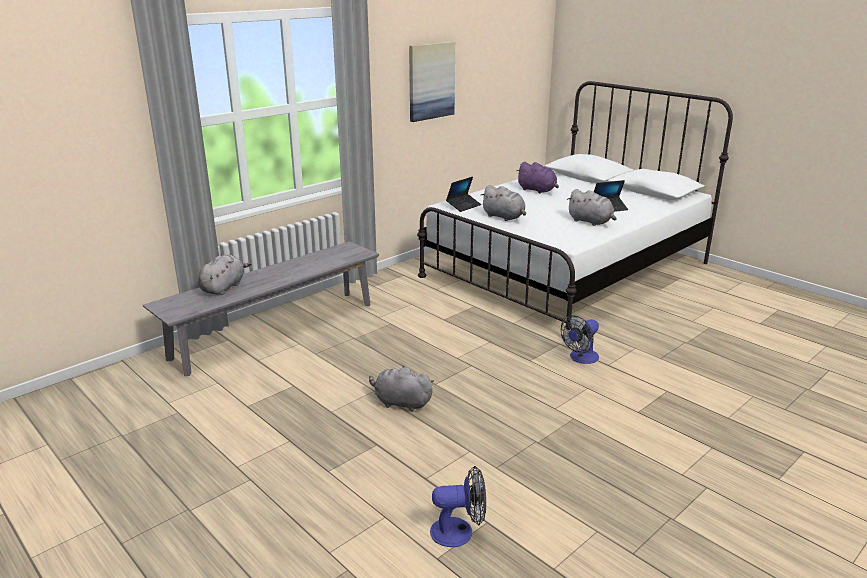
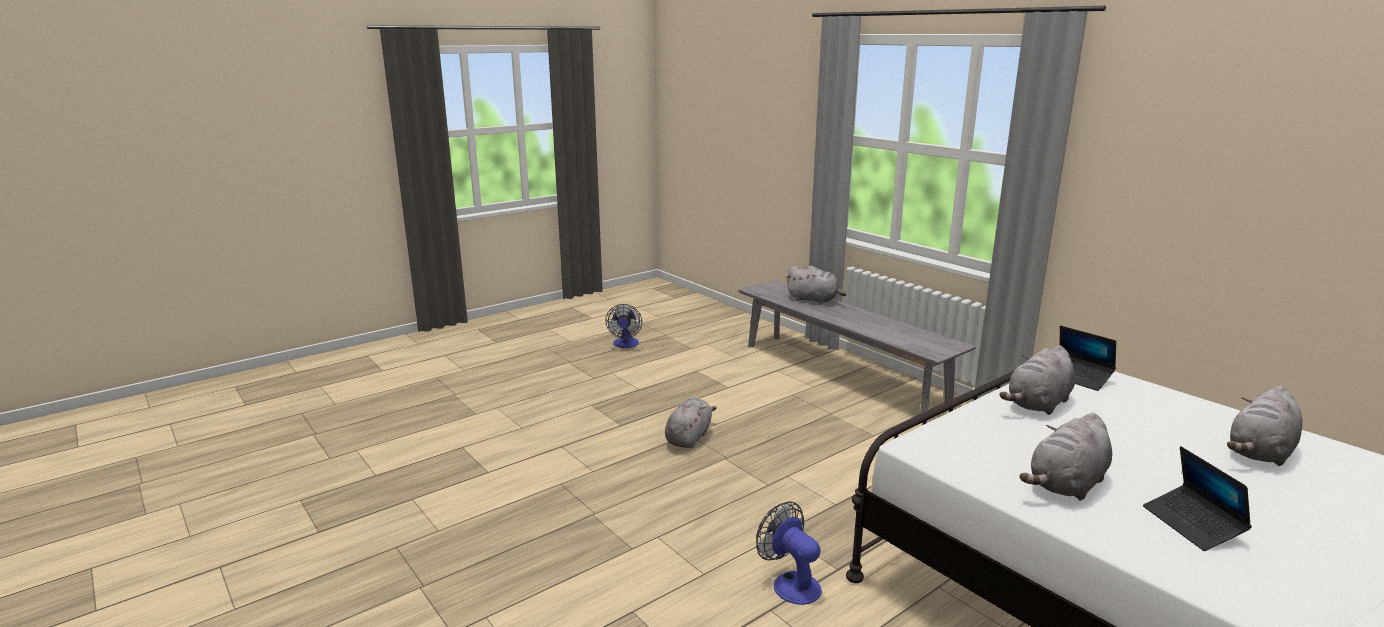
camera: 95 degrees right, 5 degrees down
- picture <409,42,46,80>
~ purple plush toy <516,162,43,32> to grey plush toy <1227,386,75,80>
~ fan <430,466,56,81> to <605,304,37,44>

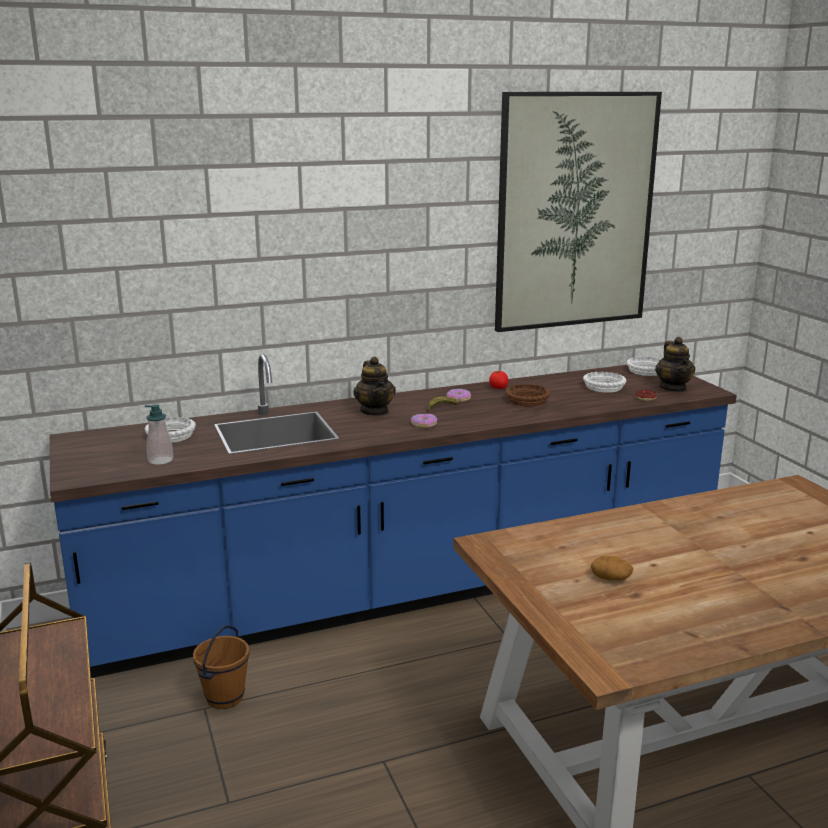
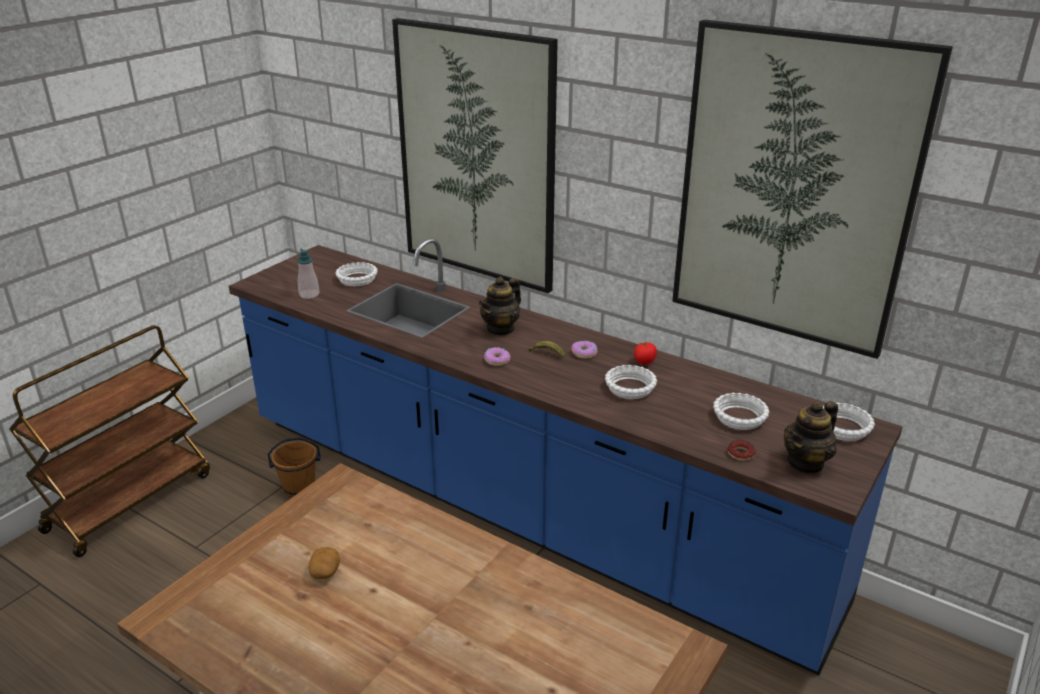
camera: 55 degrees right, 10 degrees up
~ brown bowl <505,384,45,23> to white bowl <605,365,52,34>
+ picture <392,18,166,275>

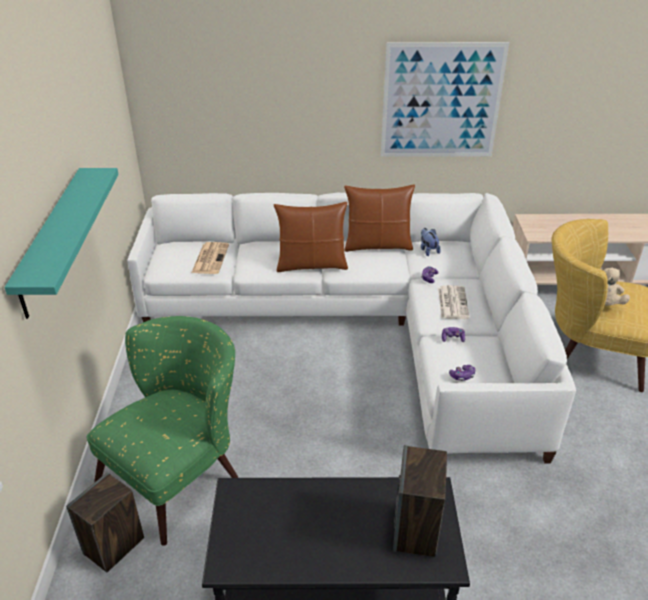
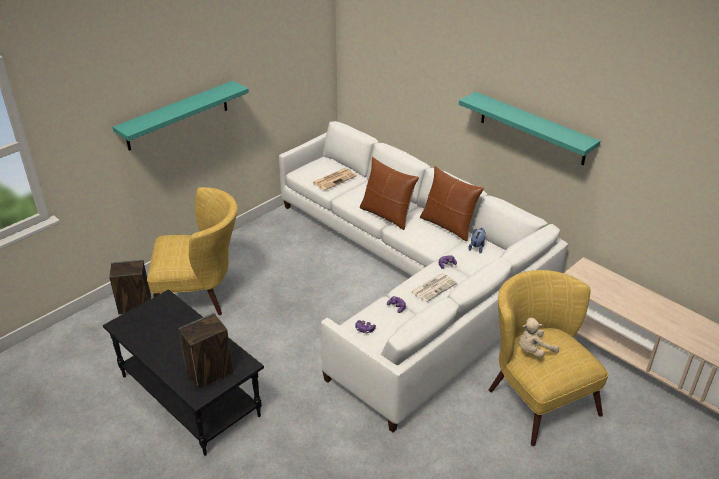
camera: 45 degrees right, 0 degrees up
~ picture <381,42,128,115> to turquoise shelf <459,92,141,73>
~ green armchair <86,316,152,230> to yellow armchair <147,187,91,128>

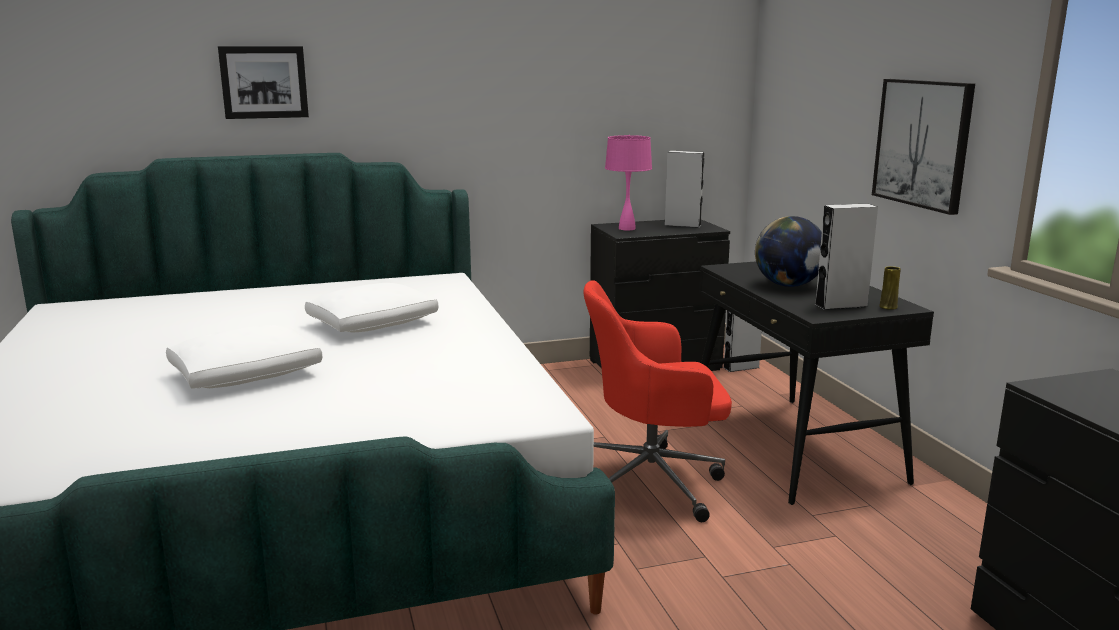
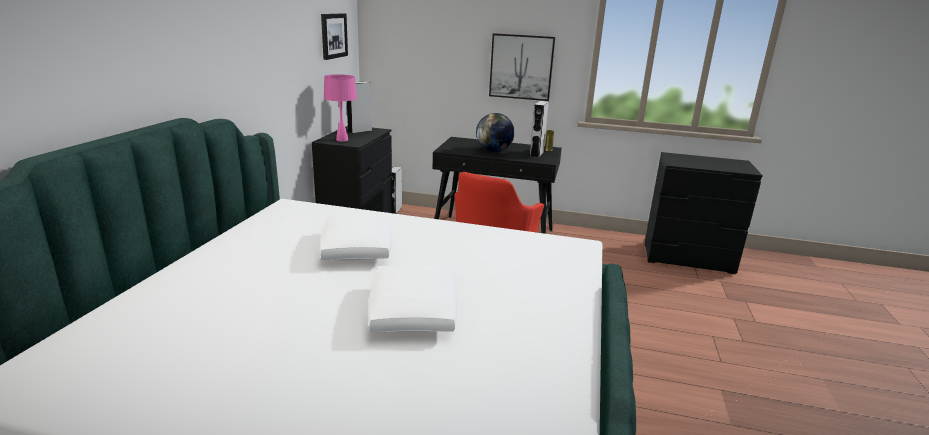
camera: 60 degrees left, 5 degrees up
~ picture <218,46,91,73> to <321,13,27,47>

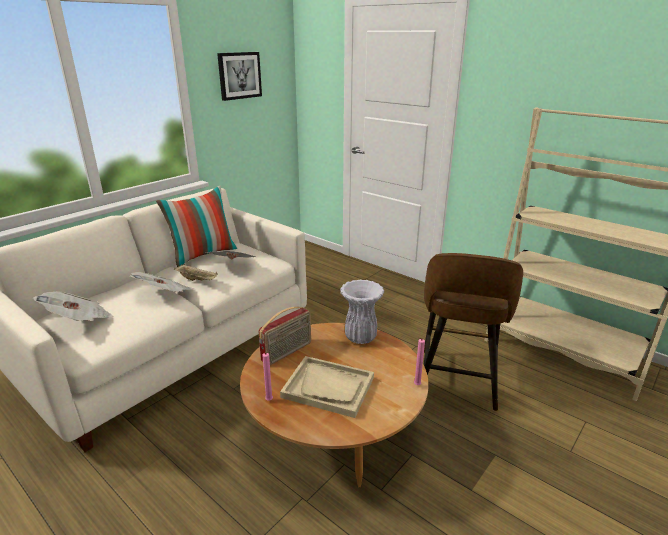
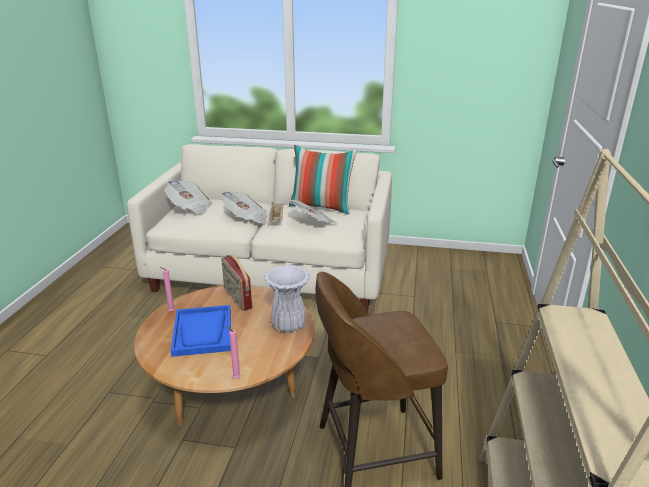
camera: 60 degrees right, 0 degrees up
- picture <217,52,45,49>
~ radio <258,307,53,58> = <221,255,31,56> 45 degrees clockwise
~ beige tray <280,356,94,62> to blue tray <171,305,60,52>

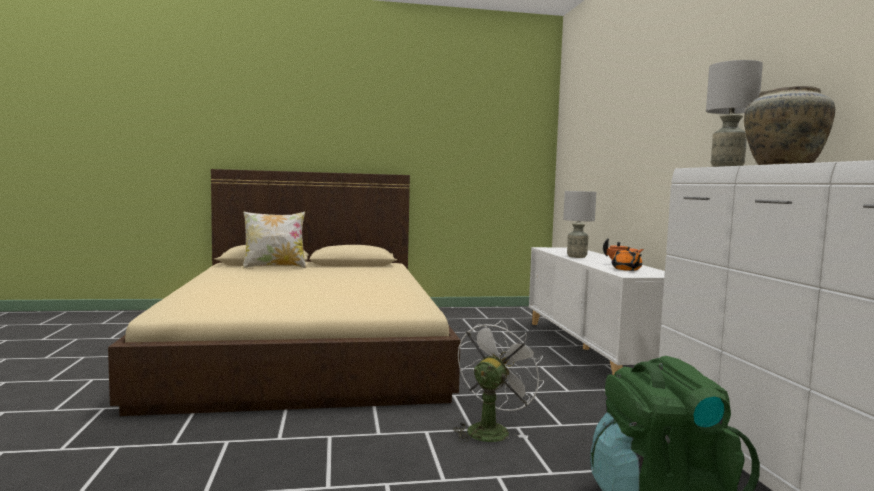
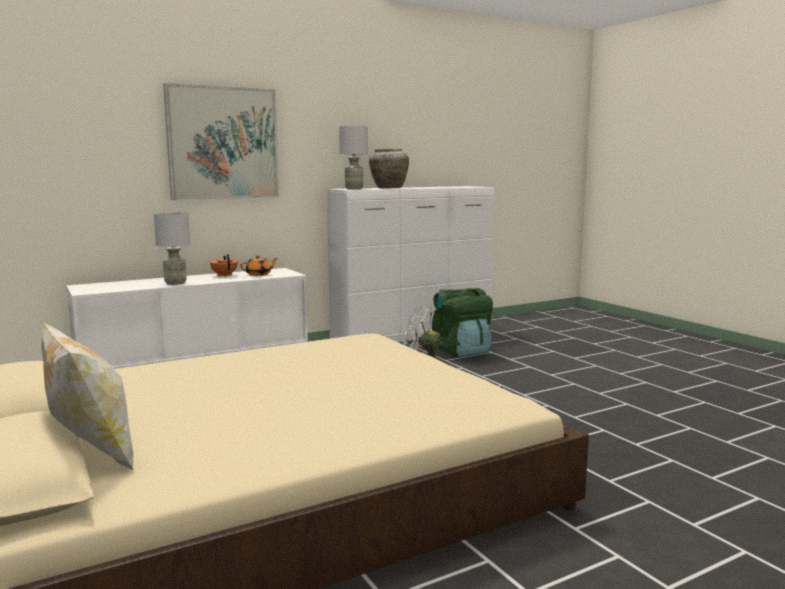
camera: 110 degrees left, 5 degrees up
+ picture <163,83,116,117>

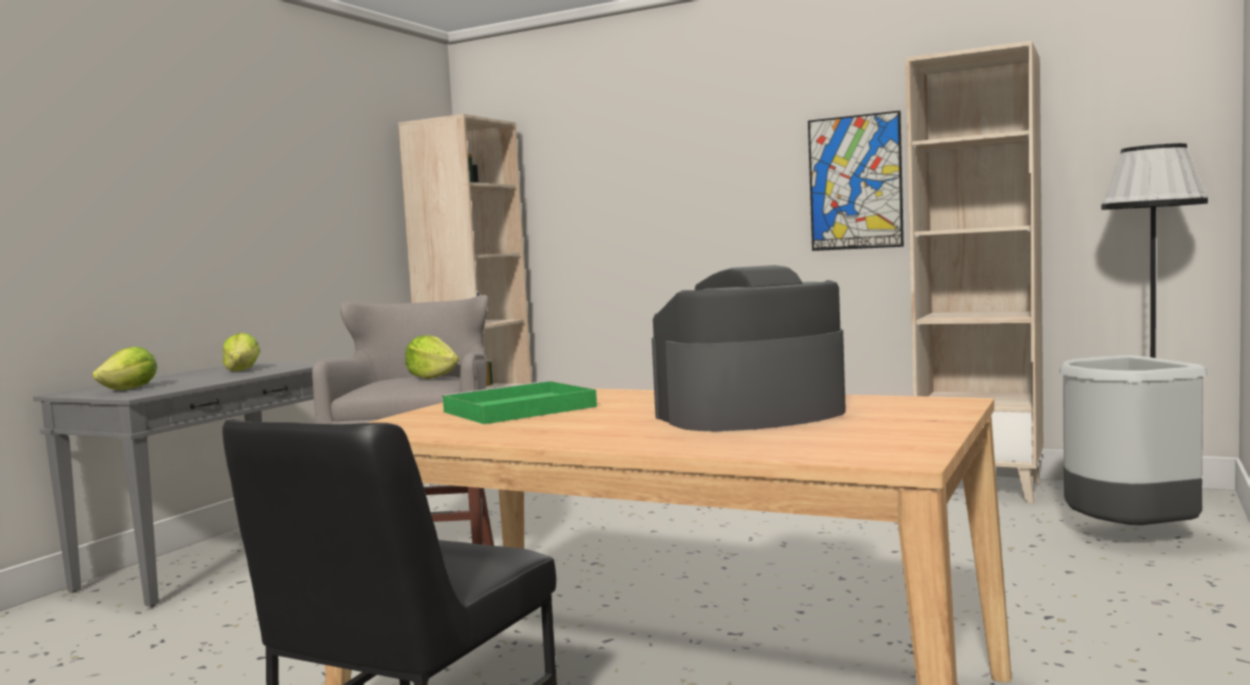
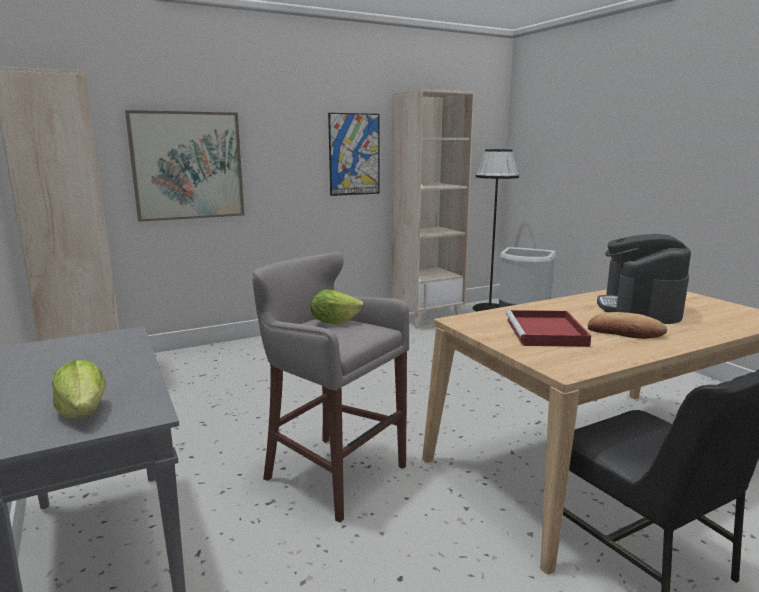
camera: 55 degrees left, 10 degrees up
- lettuce <223,333,37,39>
~ green tray <442,381,155,43> to red tray <506,310,85,37>
+ picture <125,110,119,112>
+ bread <588,312,80,27>

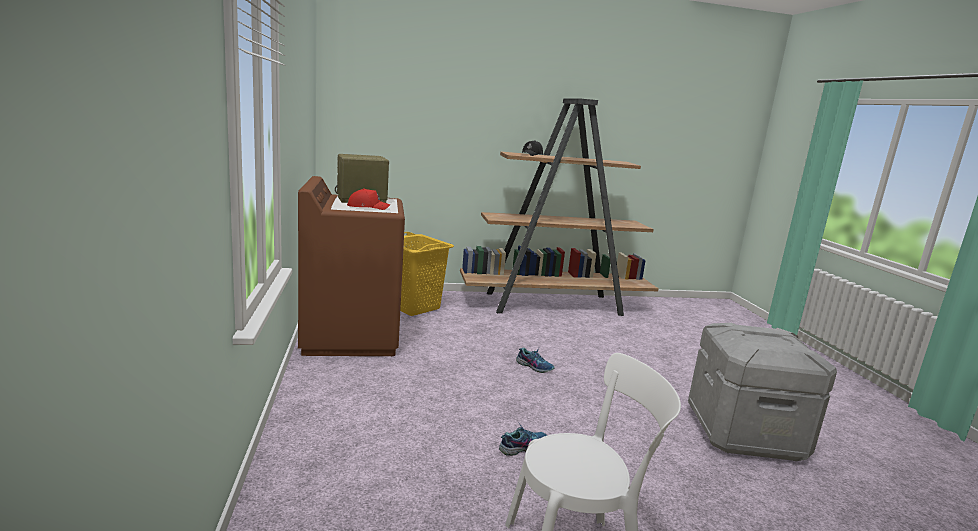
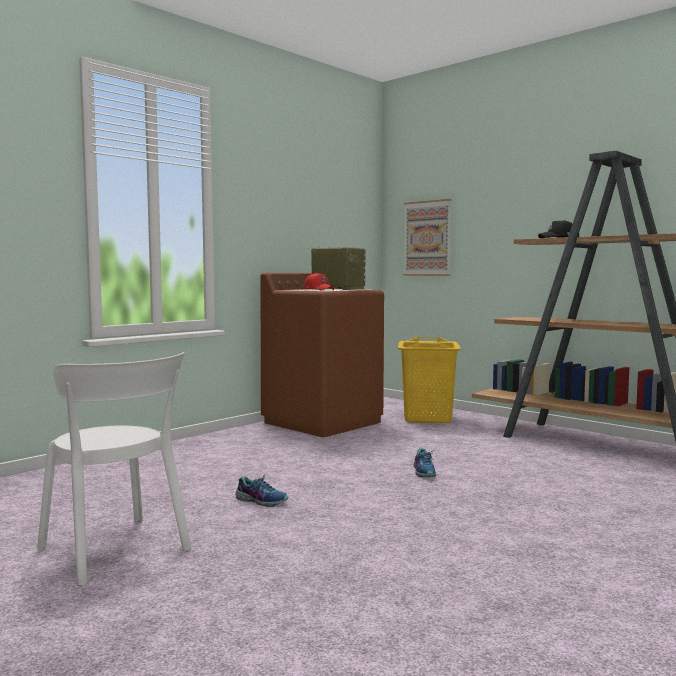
camera: 55 degrees right, 10 degrees down
- grey storage box <688,323,149,138>
+ picture <403,199,49,77>

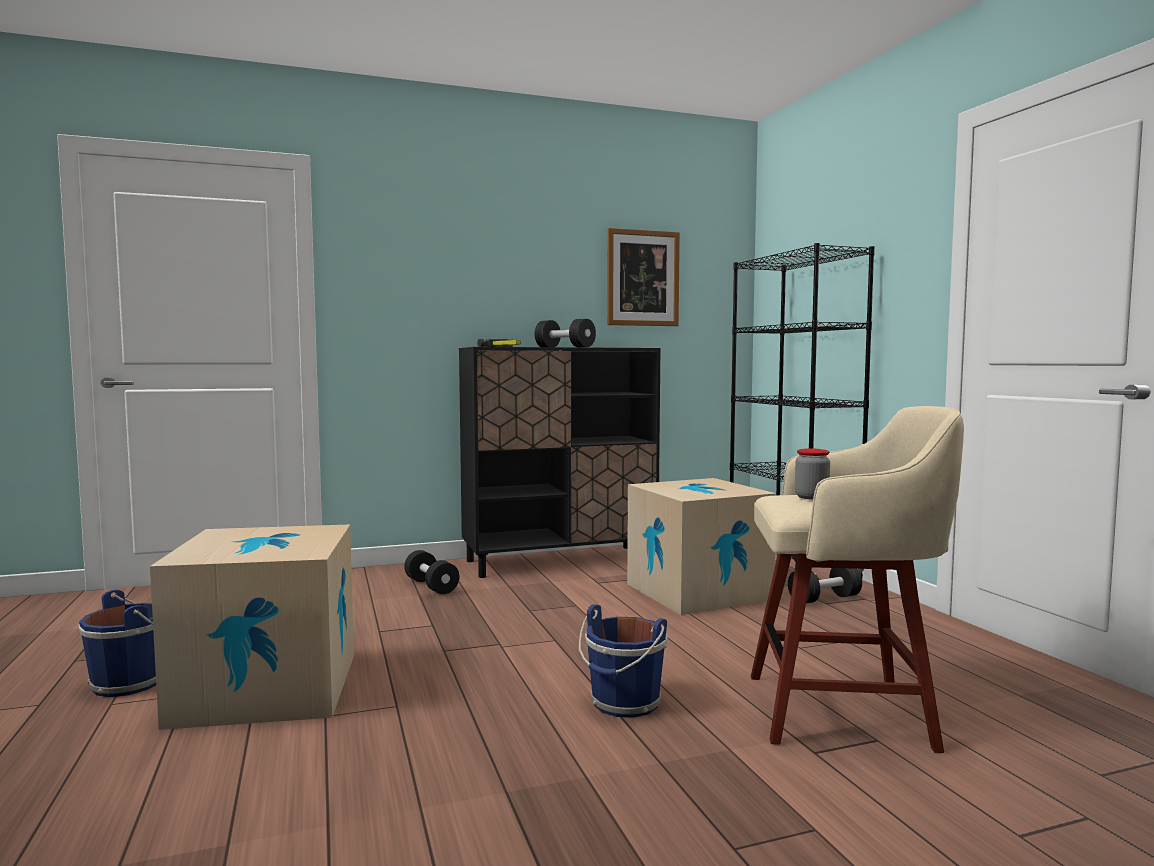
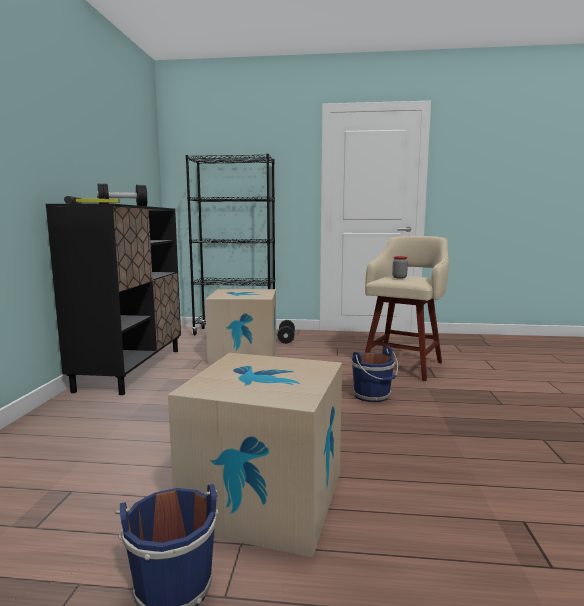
camera: 65 degrees left, 5 degrees up
- picture <607,228,73,98>
- black dumbbell <404,550,55,44>

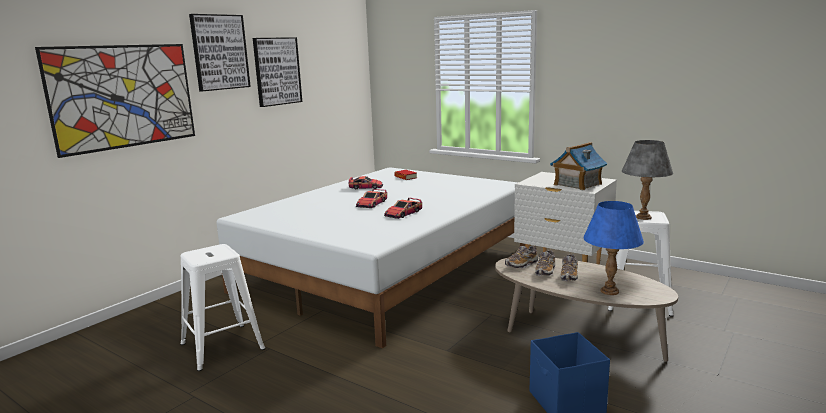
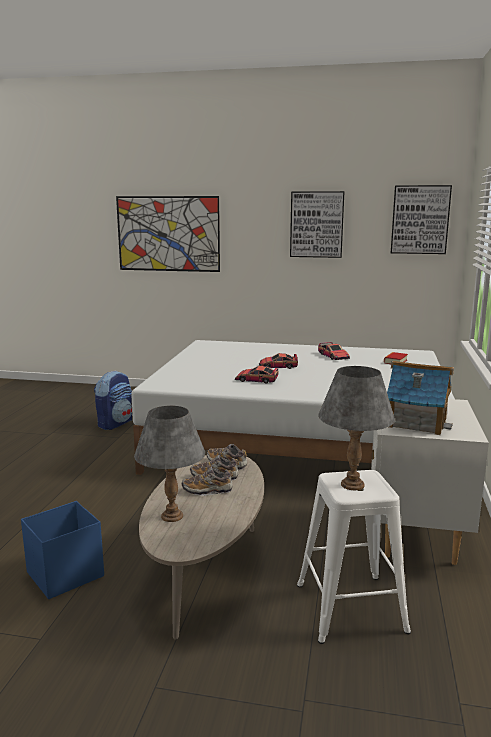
camera: 65 degrees right, 0 degrees up
~ picture <189,14,62,77> to <391,185,61,69>
~ blue table lamp <584,201,60,94> to grey table lamp <134,406,71,116>
~ white stool <180,244,86,127> to backpack <94,371,38,59>

